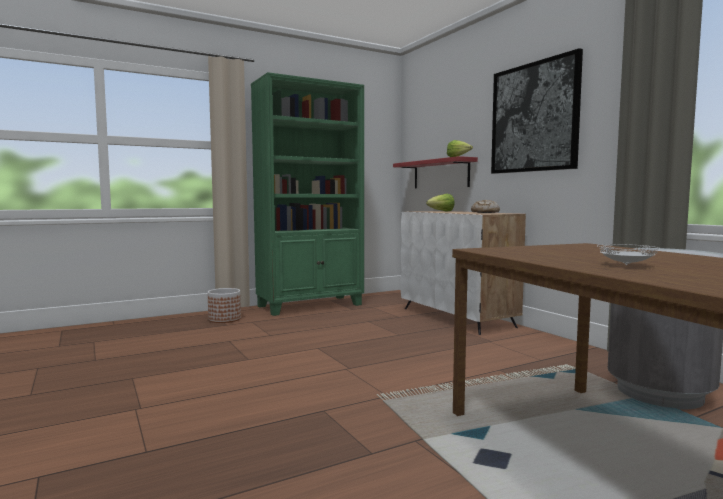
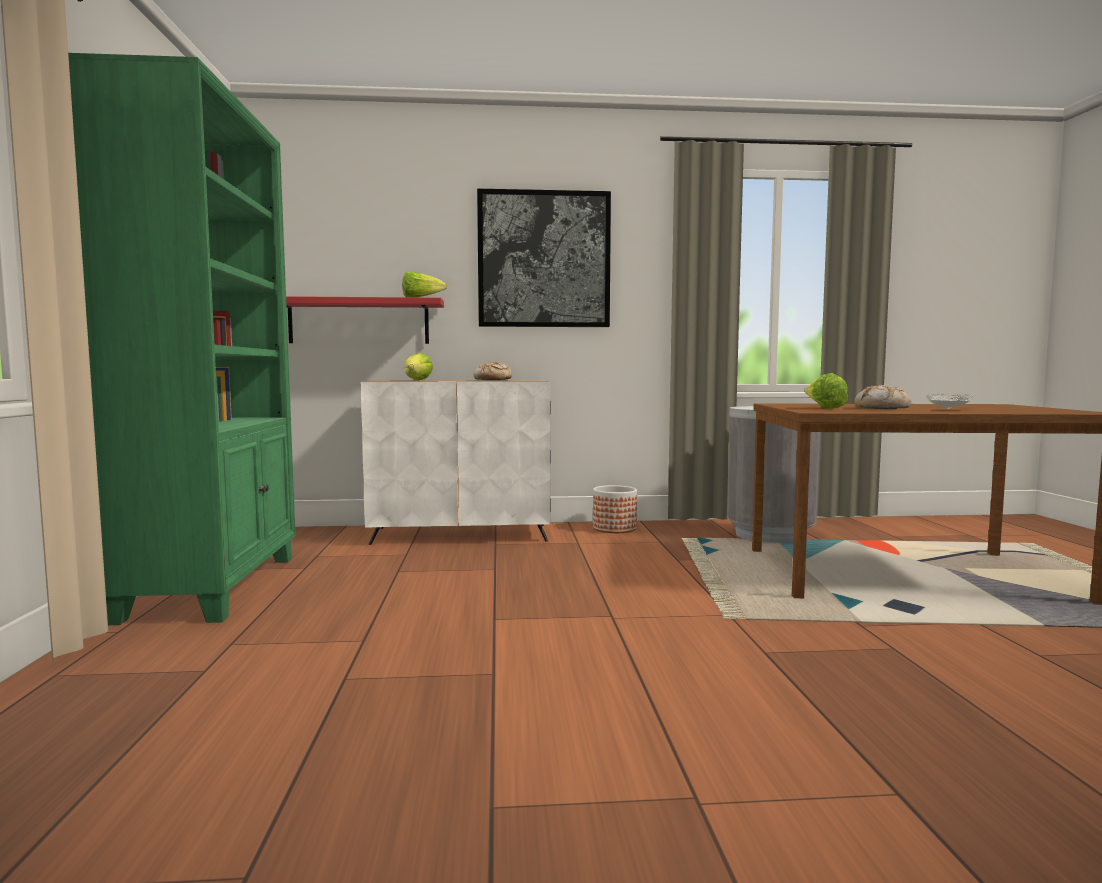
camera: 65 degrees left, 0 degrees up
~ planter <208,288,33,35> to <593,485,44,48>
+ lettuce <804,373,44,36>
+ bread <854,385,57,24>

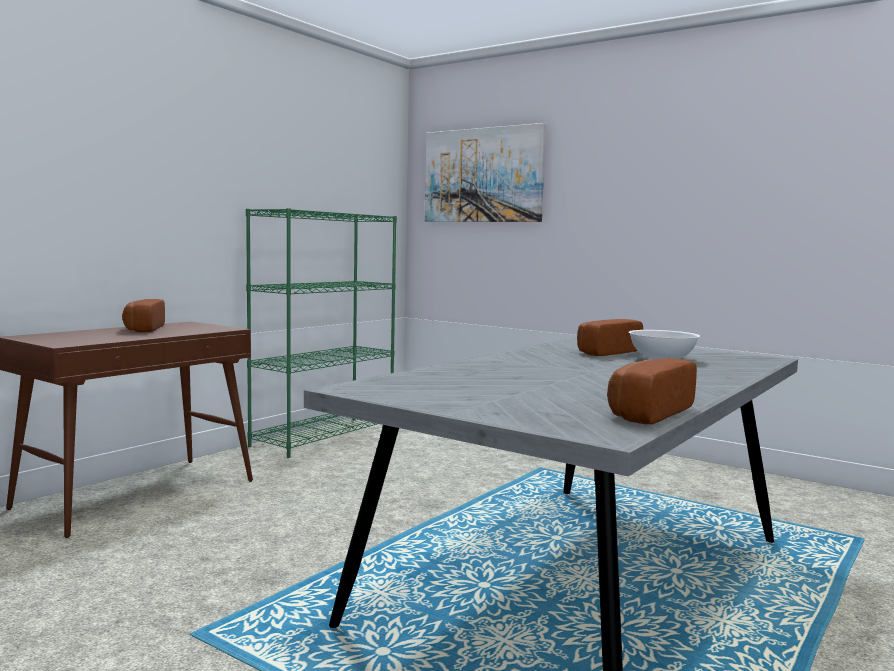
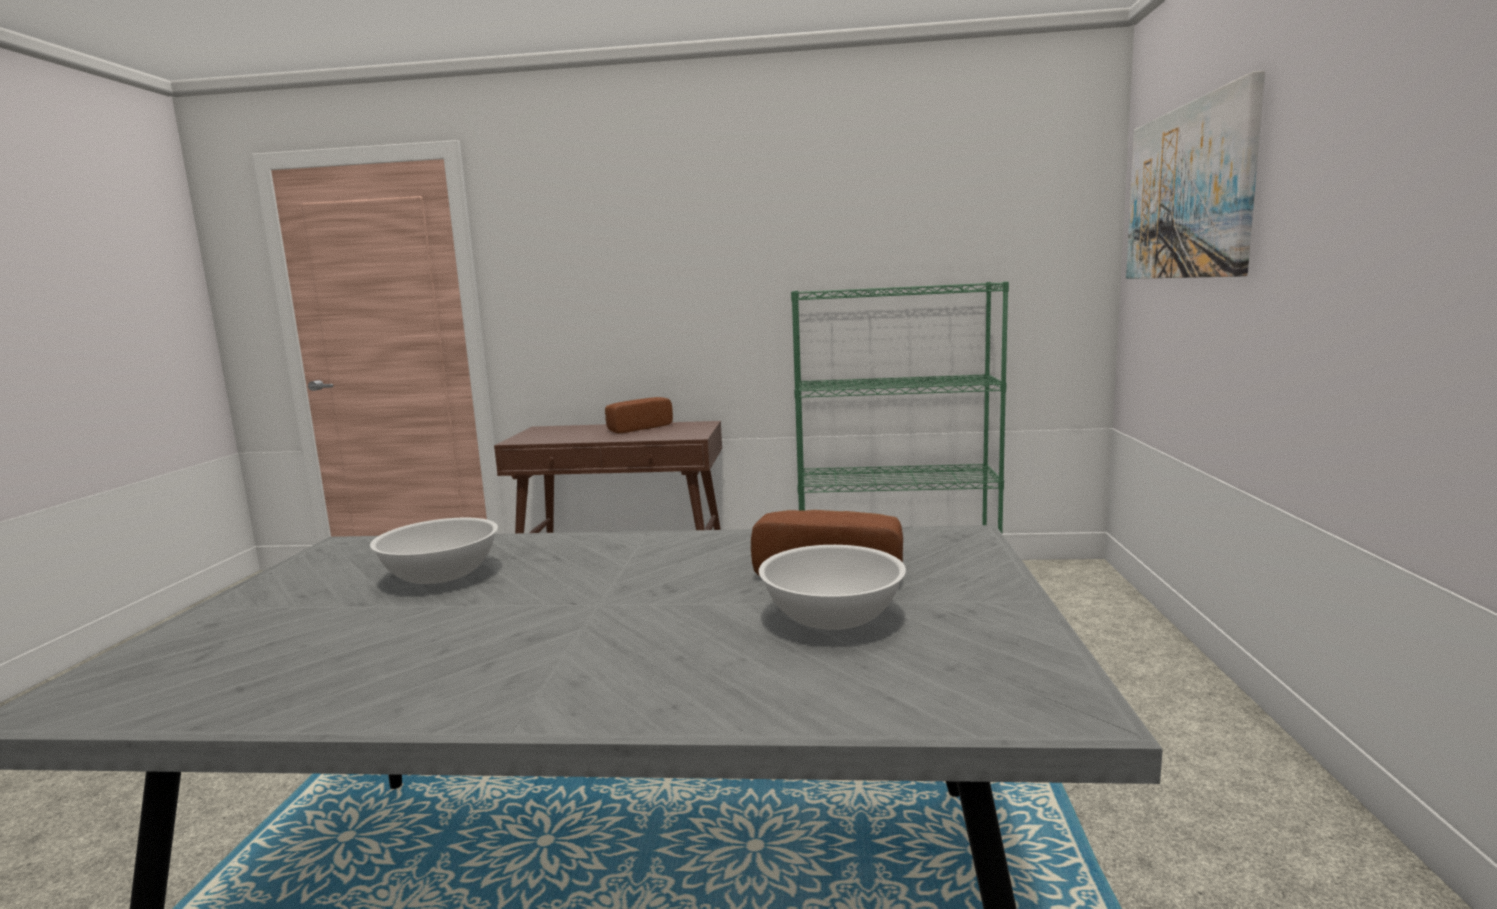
camera: 60 degrees right, 5 degrees up
- bread <607,358,90,66>
+ white bowl <370,518,128,66>

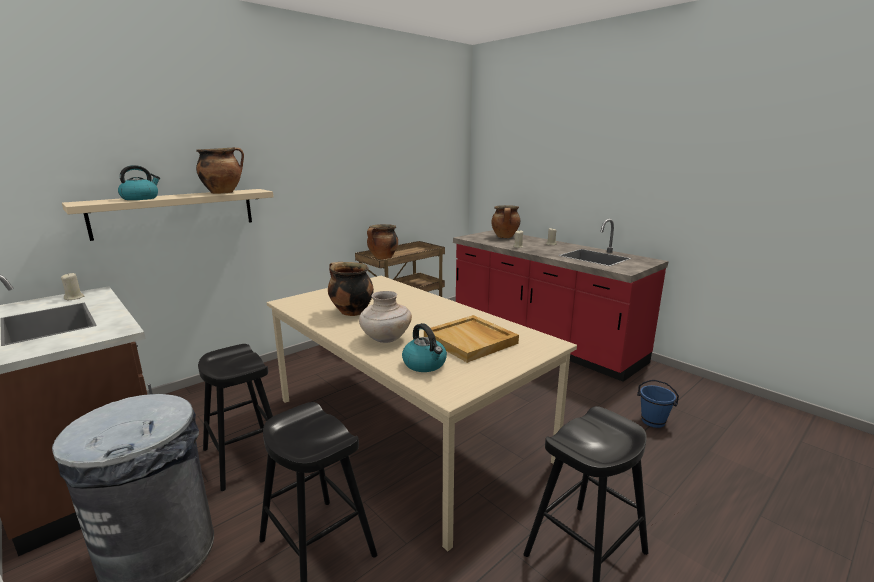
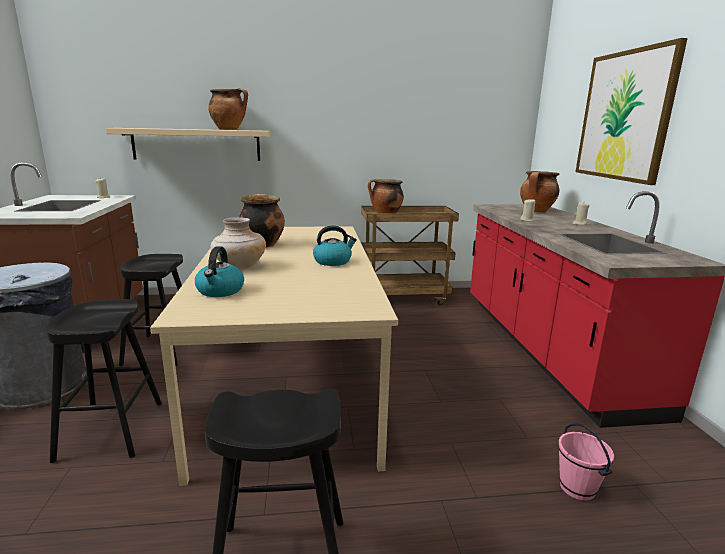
camera: 35 degrees right, 0 degrees up
~ kettle <118,165,42,35> to <313,225,44,41>
- beige tray <424,315,95,48>
~ blue bucket <637,380,42,48> to pink bucket <558,423,56,78>
+ picture <576,38,112,147>

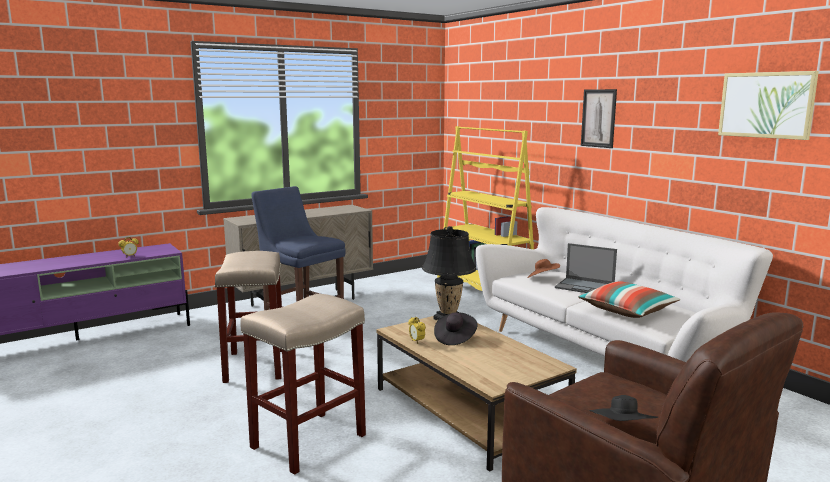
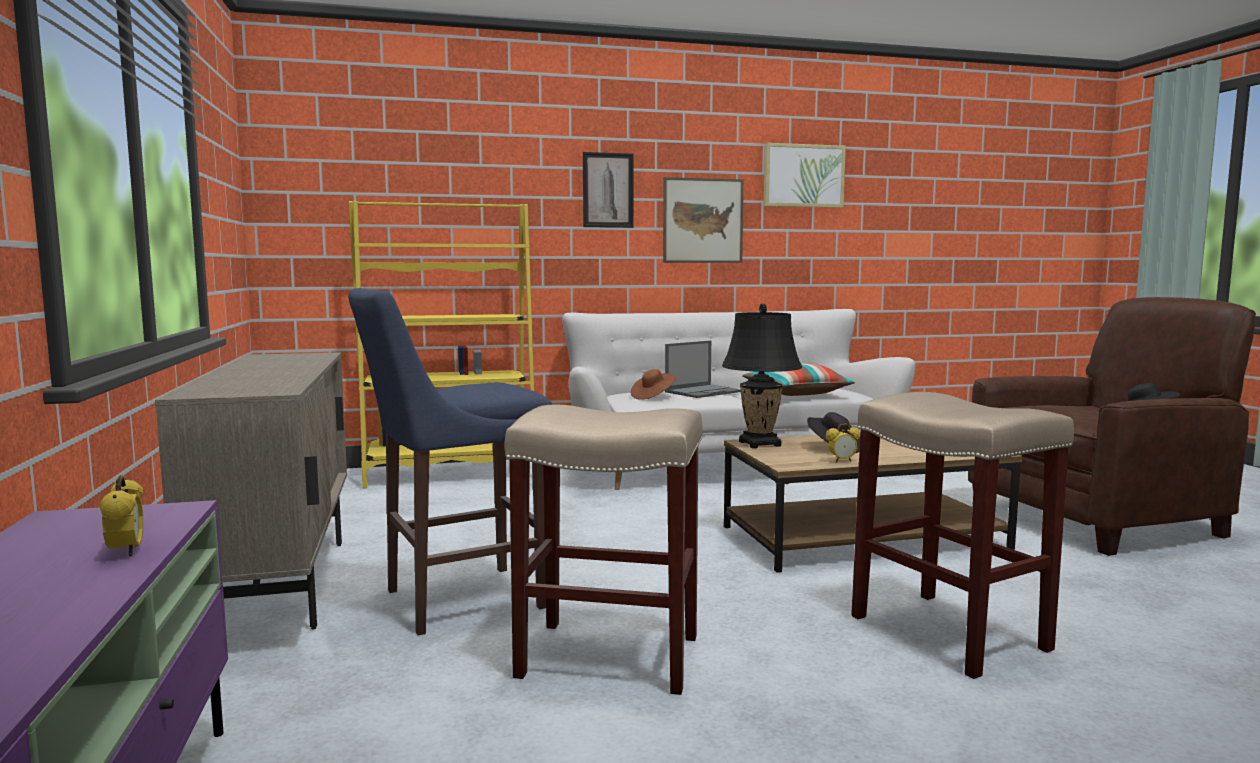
camera: 70 degrees left, 5 degrees down
+ picture <663,177,80,86>

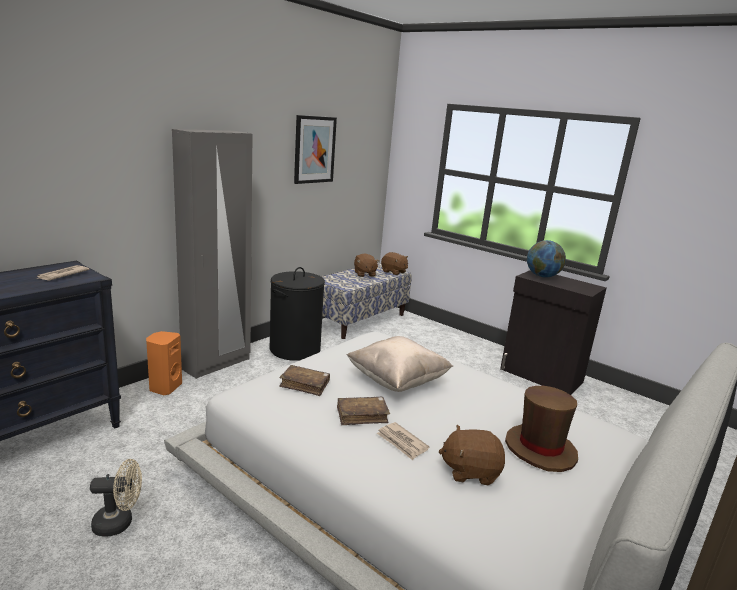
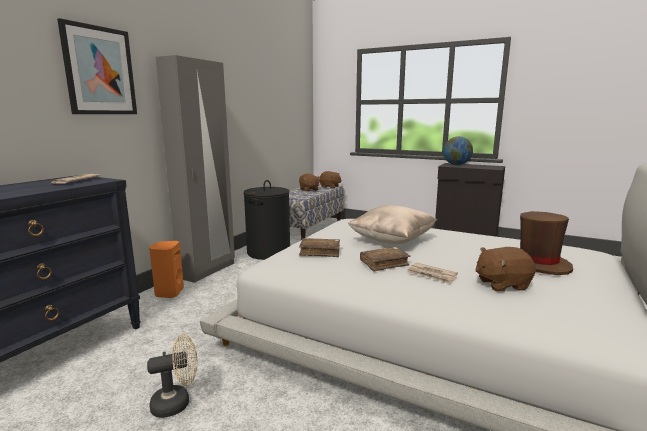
camera: 10 degrees left, 5 degrees down
~ picture <294,115,43,69> to <57,18,80,96>

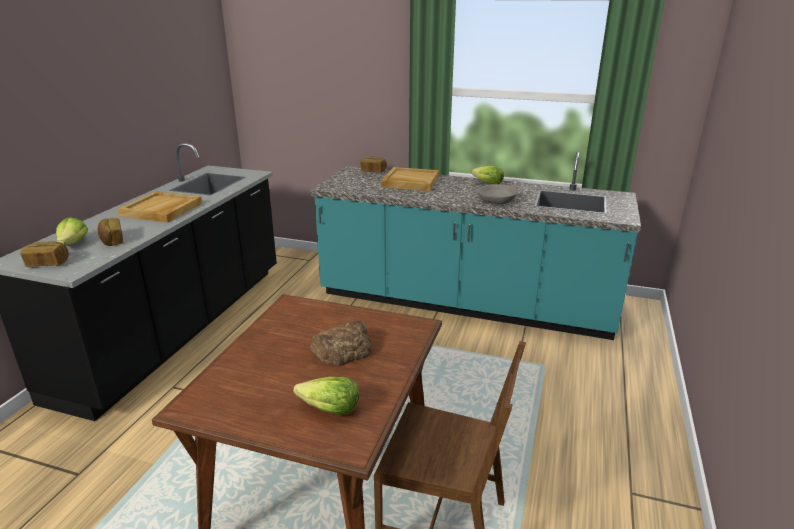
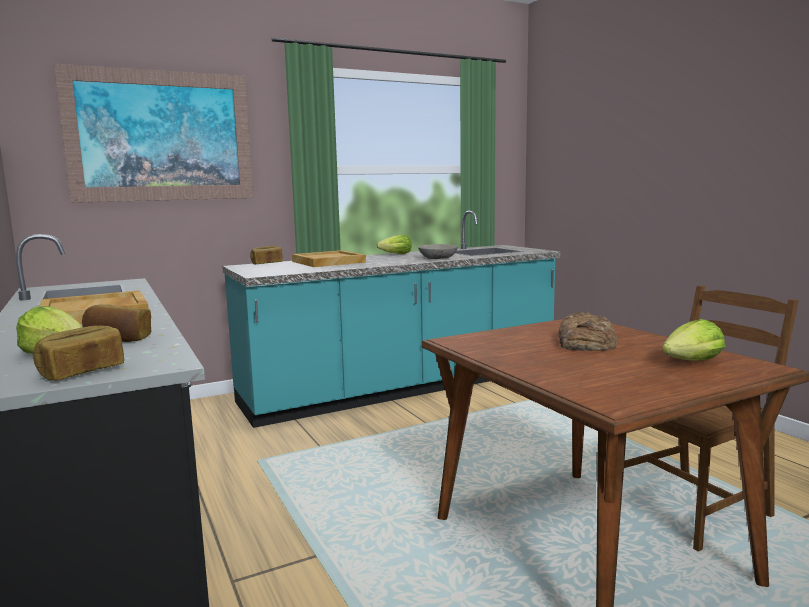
camera: 45 degrees left, 15 degrees down
+ picture <54,64,200,139>

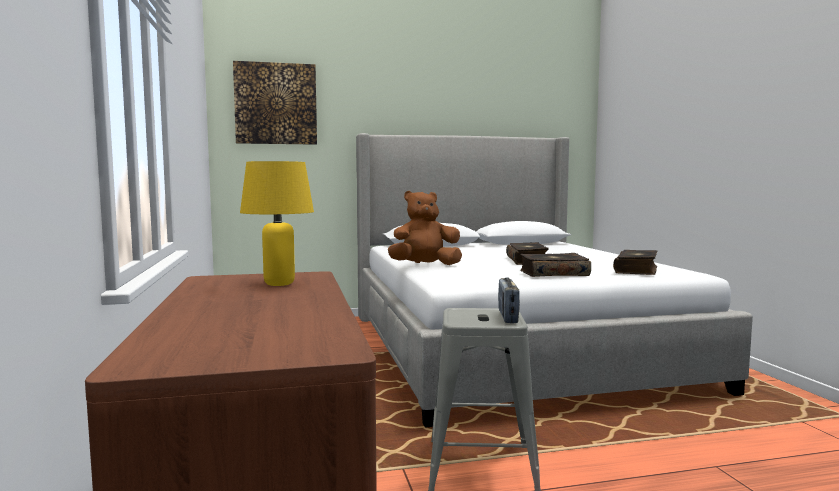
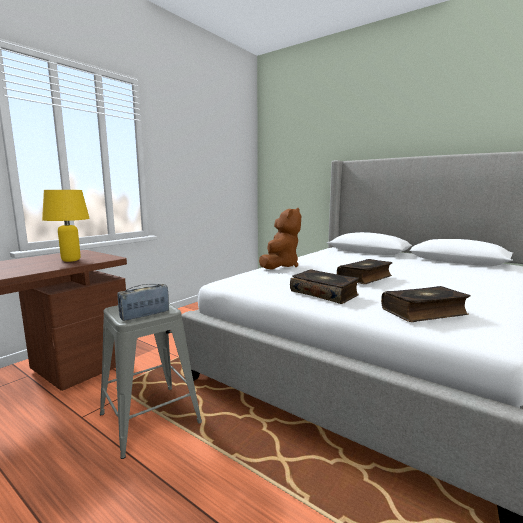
camera: 50 degrees right, 5 degrees up
- picture <233,61,84,84>
~ brown plush toy <388,191,74,74> = <259,208,42,62> 75 degrees clockwise

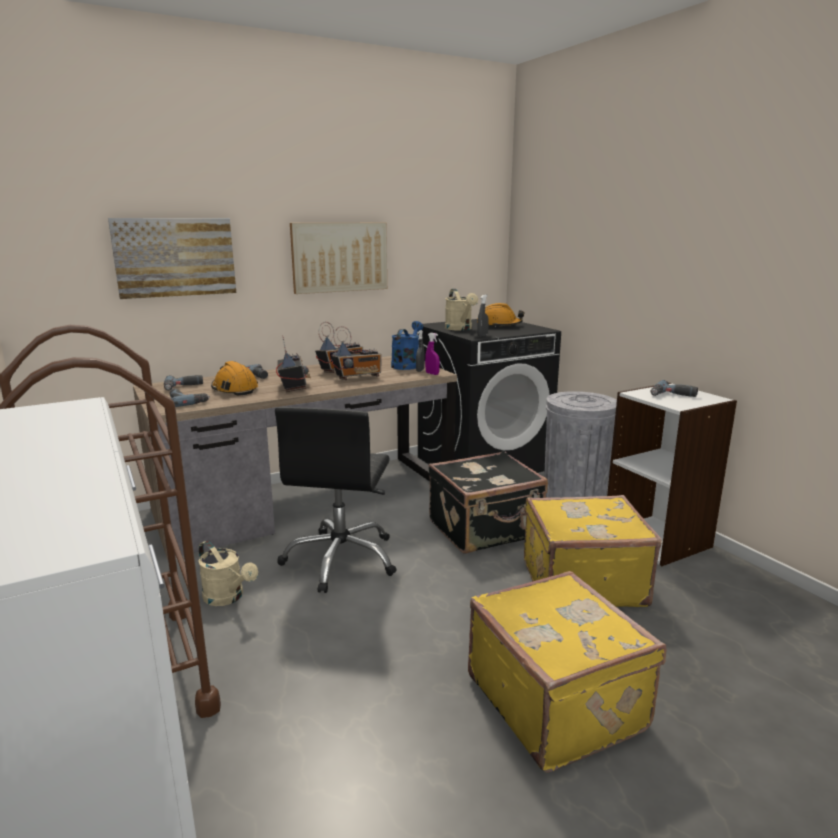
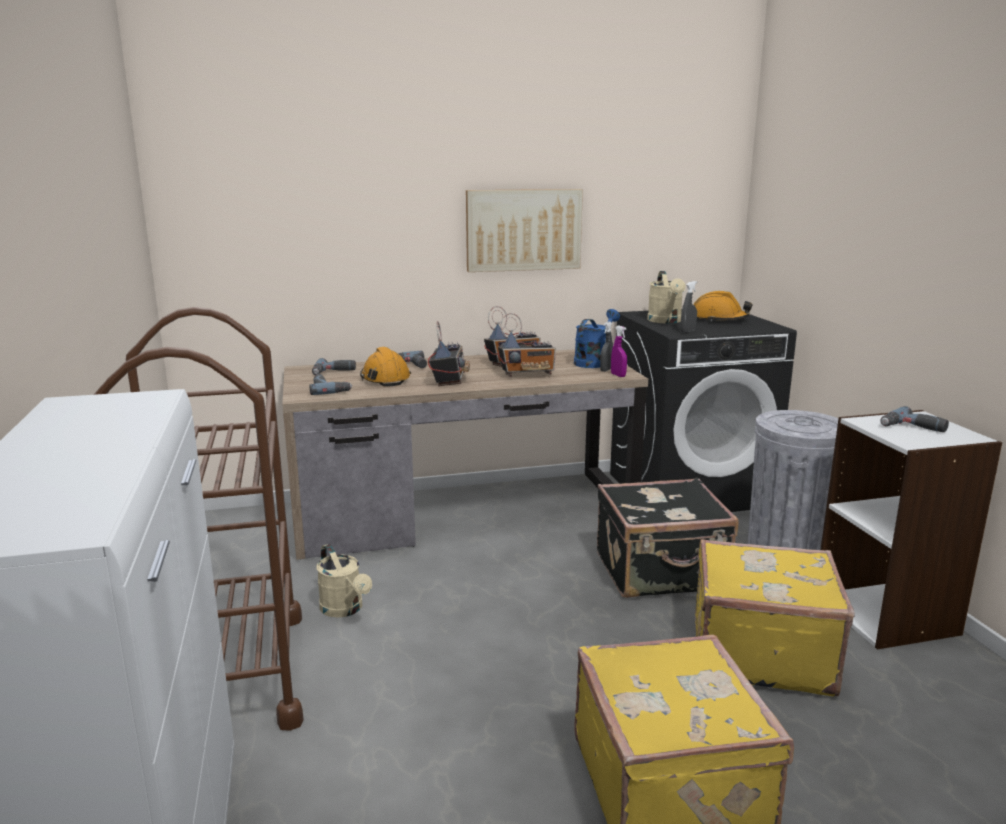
camera: 15 degrees right, 0 degrees up
- picture <108,218,128,81>
- black office chair <275,407,122,186>

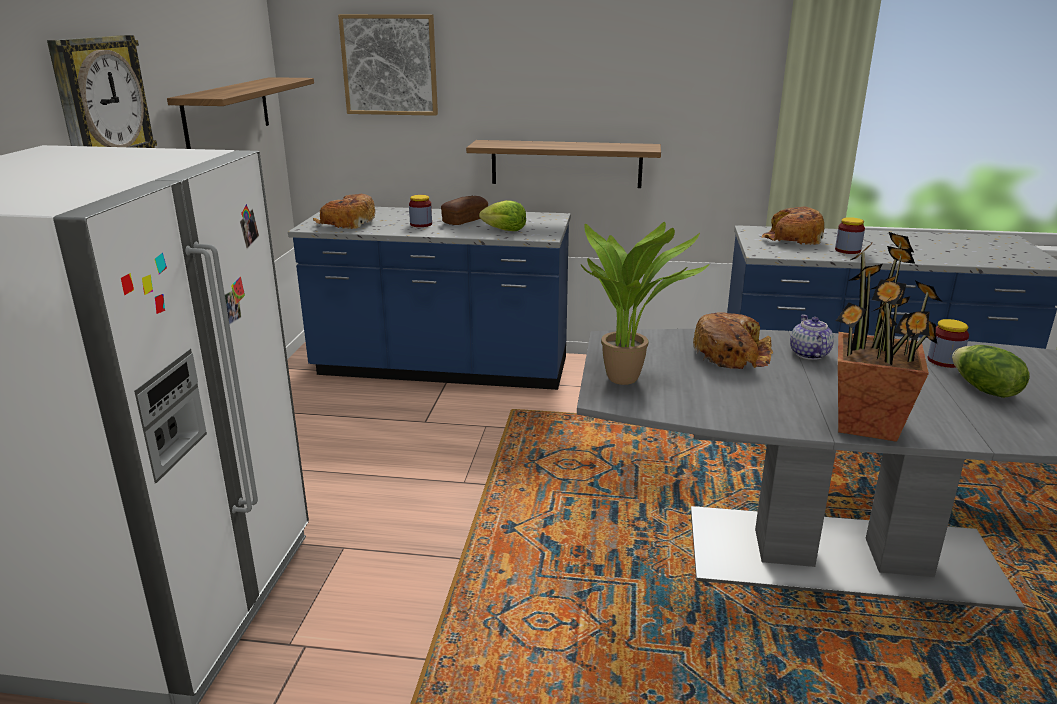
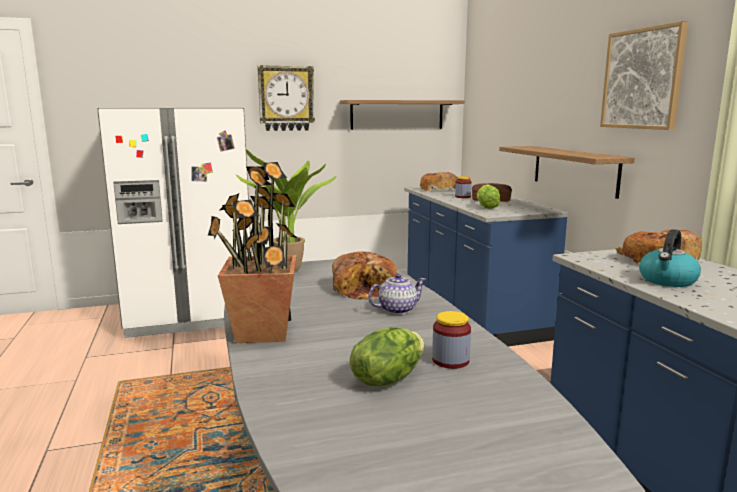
camera: 65 degrees right, 10 degrees down
~ picture <338,14,100,102> to <600,21,88,109>
~ jar <835,217,30,37> to kettle <639,229,62,58>

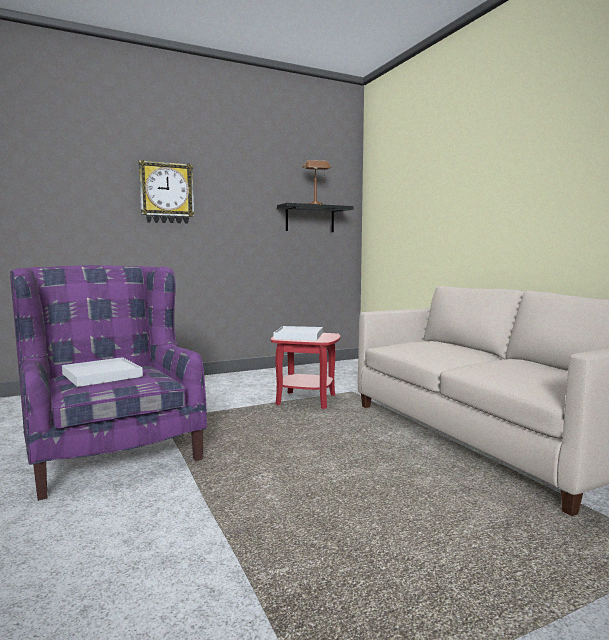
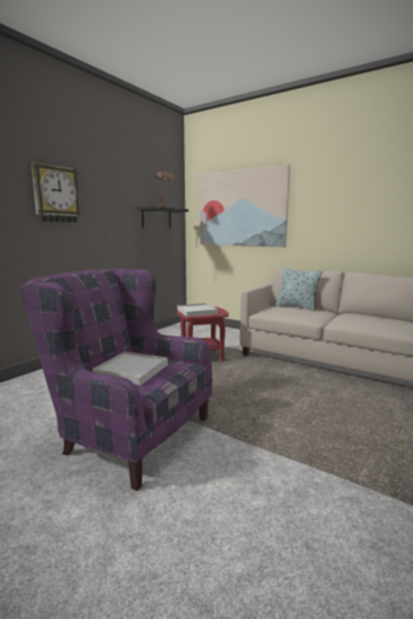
camera: 30 degrees left, 5 degrees up
+ picture <200,164,90,83>
+ pillow <276,268,47,43>

